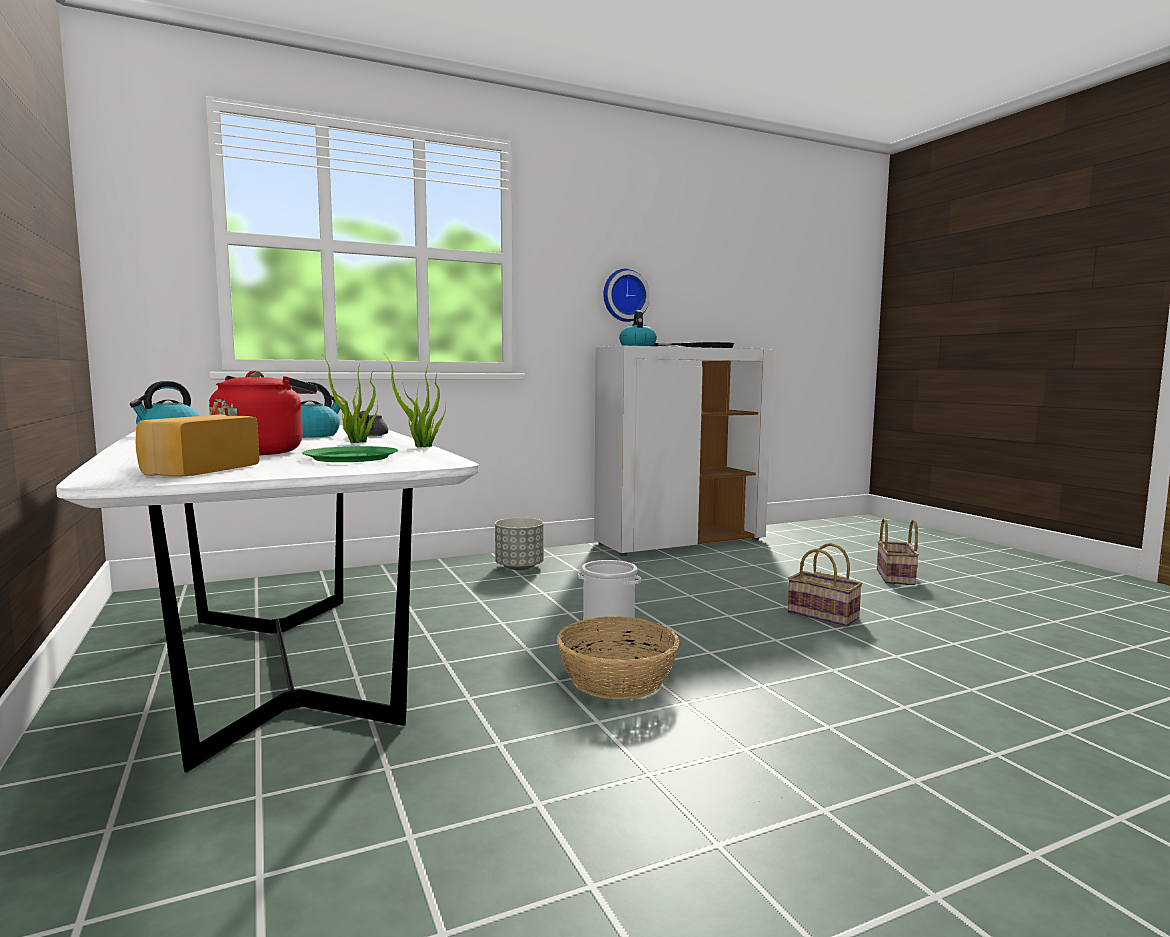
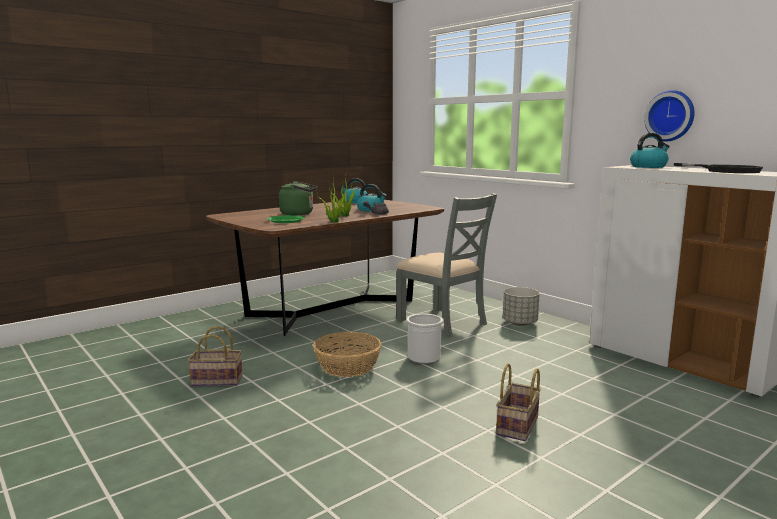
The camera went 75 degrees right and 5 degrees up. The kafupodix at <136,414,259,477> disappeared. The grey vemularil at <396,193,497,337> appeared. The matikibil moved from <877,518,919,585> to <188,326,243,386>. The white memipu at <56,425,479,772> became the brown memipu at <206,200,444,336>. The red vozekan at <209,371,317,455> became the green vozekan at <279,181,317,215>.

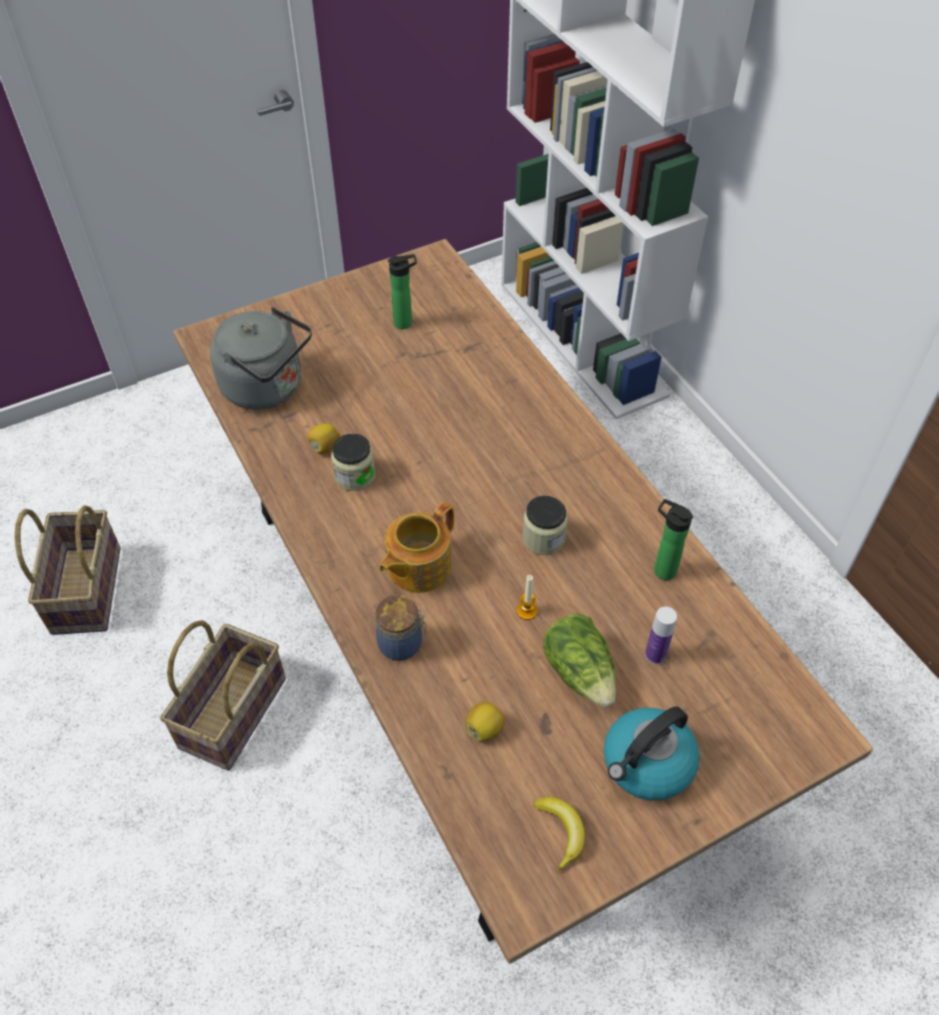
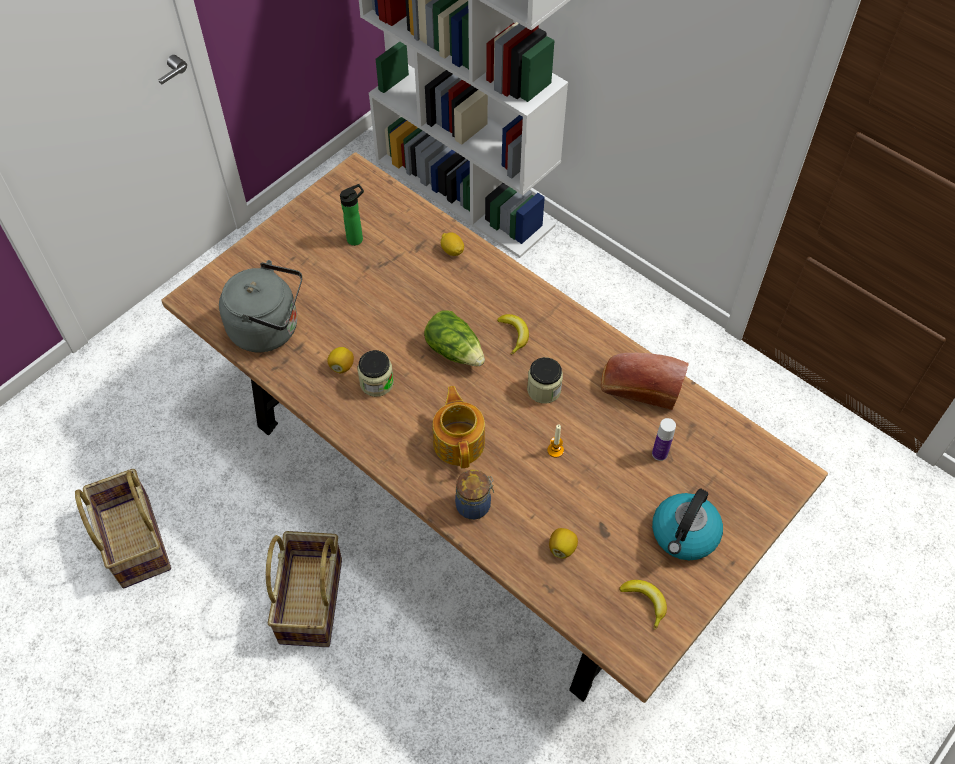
The camera went 20 degrees left and 5 degrees up. The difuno at <441,232,464,256> appeared. The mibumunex at <497,314,529,355> appeared. The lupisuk moved from <543,613,616,708> to <424,310,485,366>. The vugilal at <654,499,693,580> was replaced by the kafupodix at <601,353,689,410>. The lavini at <379,502,454,593> turned 150 degrees clockwise.

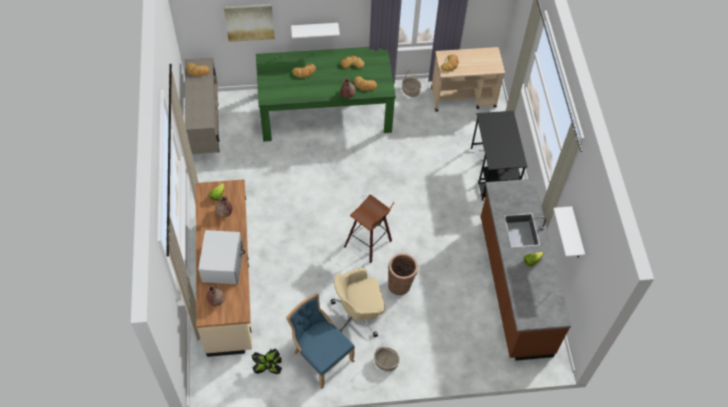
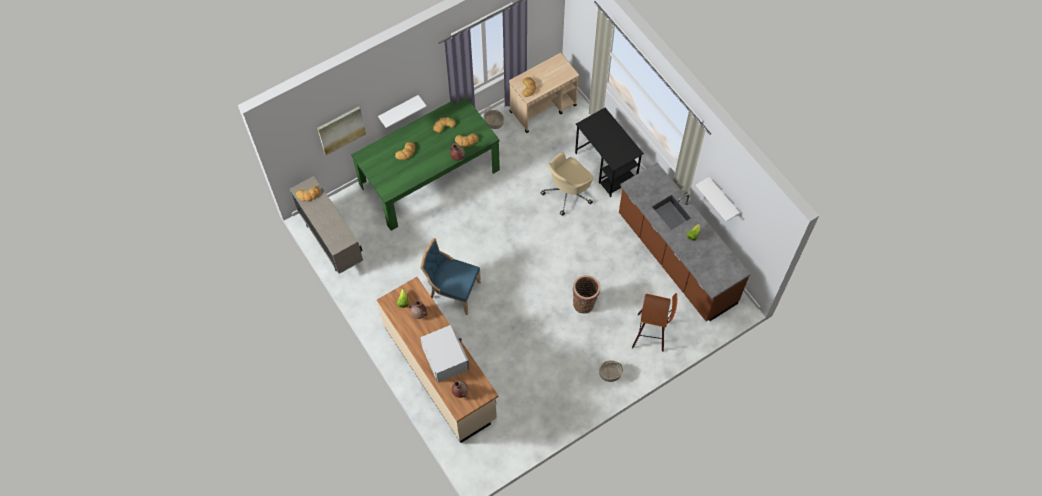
The camera went 25 degrees left and 5 degrees up. The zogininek at <252,349,282,374> disappeared. The blue vemularil moved from <286,293,355,389> to <420,238,481,315>. The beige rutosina moved from <330,268,385,337> to <541,152,593,216>. The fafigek moved from <344,194,394,264> to <632,293,677,352>.

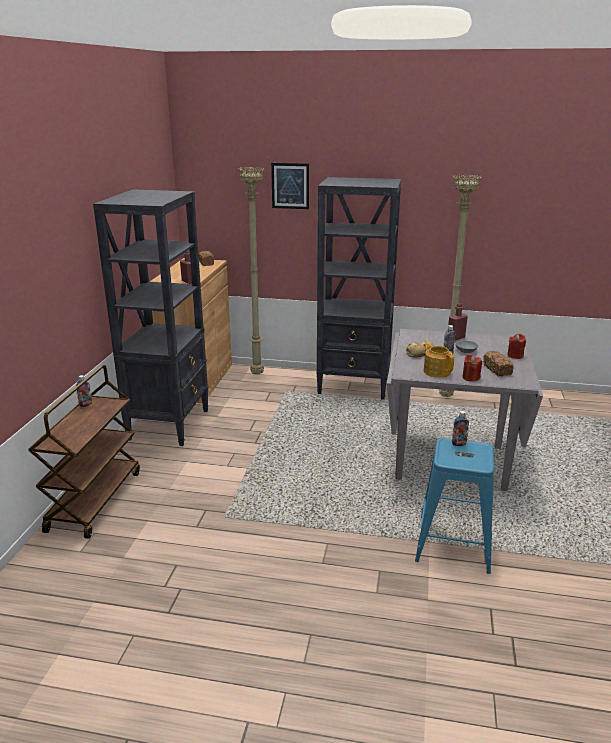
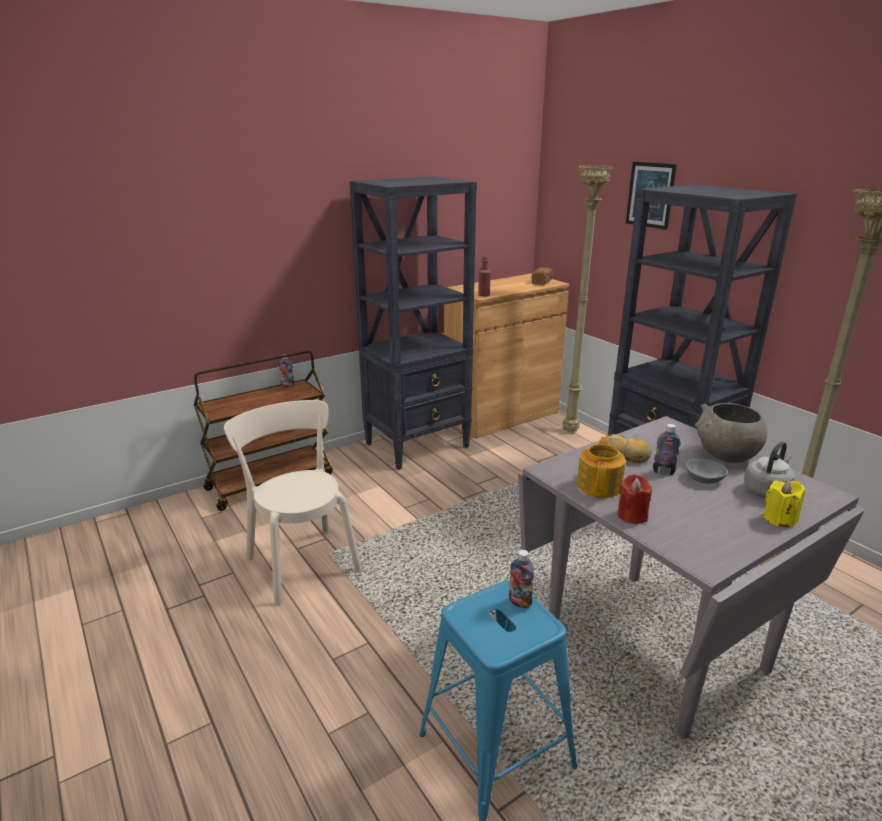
The camera went 45 degrees right and 0 degrees up. The kafupodix at <483,351,514,376> disappeared. The beige vemularil at <224,400,362,606> appeared. The grey vozekan at <744,441,796,498> appeared. The red vugilal at <448,303,468,341> was replaced by the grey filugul at <695,403,767,463>. The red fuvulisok at <507,334,526,359> became the yellow fuvulisok at <764,480,805,527>.

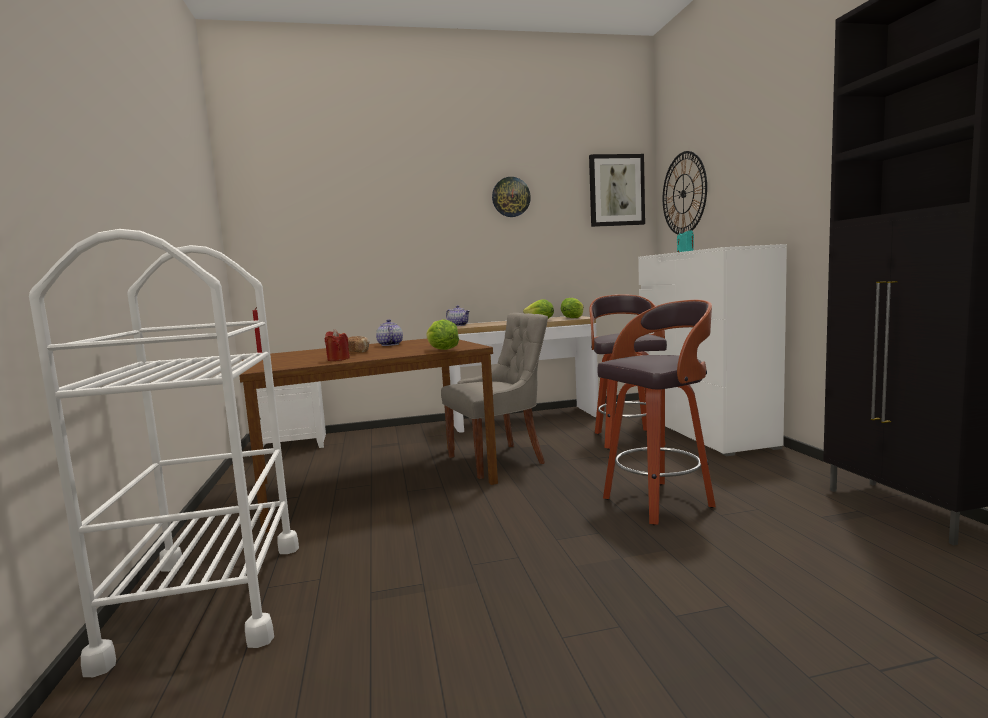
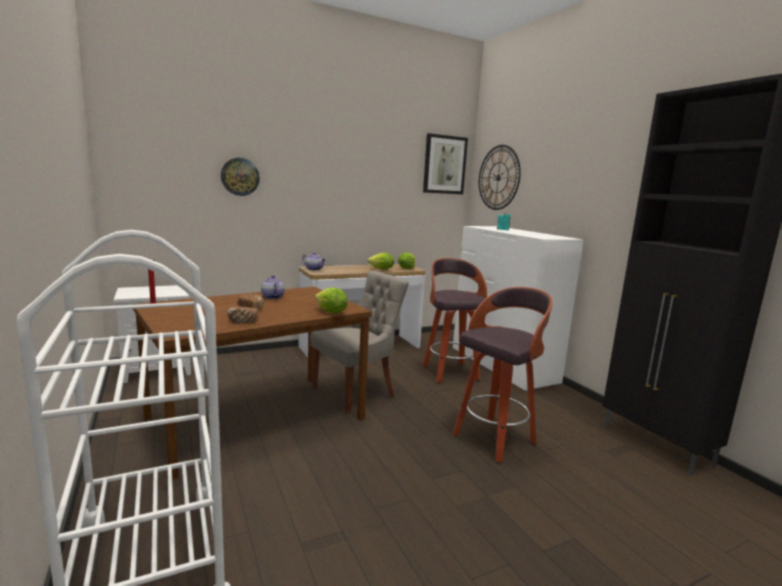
The camera went 15 degrees left and 5 degrees up. The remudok moved from <492,177,531,217> to <221,158,260,196>. The red fuvulisok at <325,329,350,361> was replaced by the kafupodix at <227,306,259,323>.

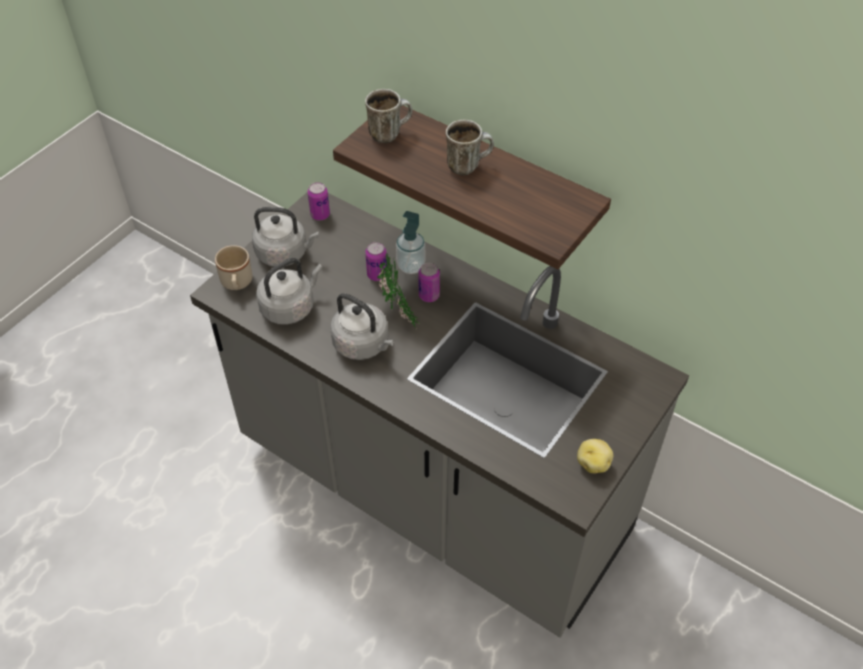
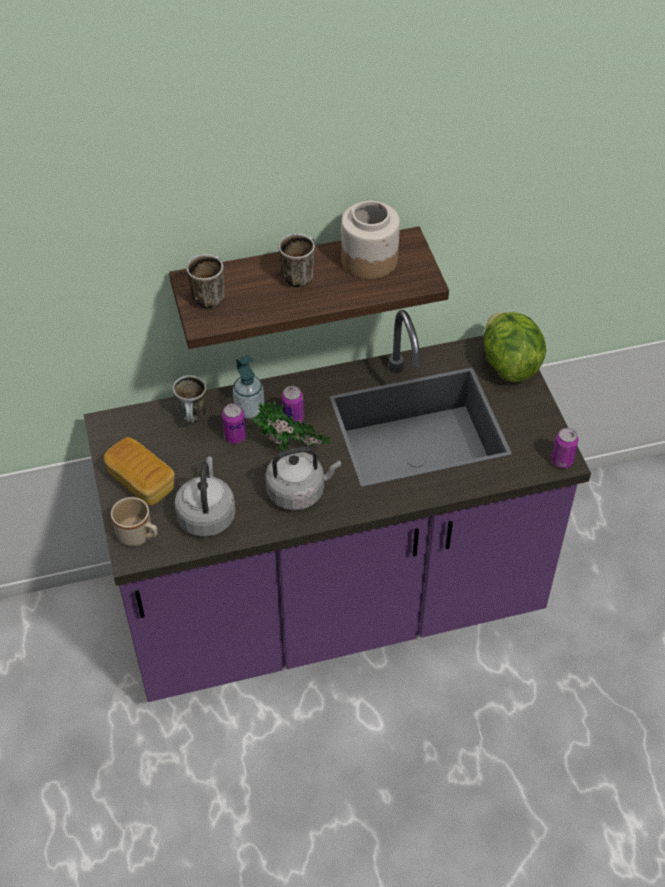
The camera went 50 degrees left and 0 degrees up. The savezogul at <577,439,613,473> disappeared. The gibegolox at <173,375,206,424> appeared. The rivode at <341,201,400,280> appeared. The lupisuk at <483,312,546,383> appeared. The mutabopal moved from <308,182,330,221> to <551,428,579,468>. The grey vozekan at <252,207,319,267> was replaced by the kafupodix at <104,437,175,506>. The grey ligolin at <190,192,689,638> became the purple ligolin at <83,310,591,702>.

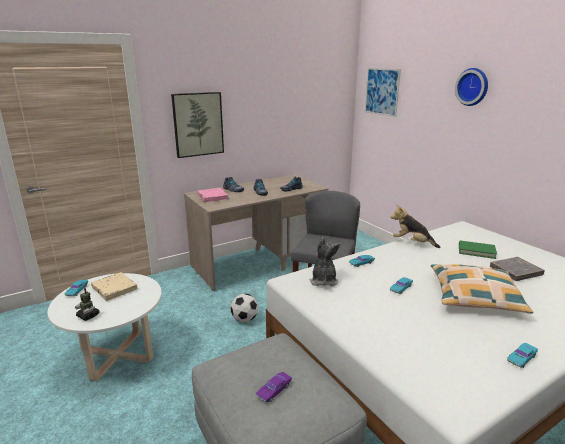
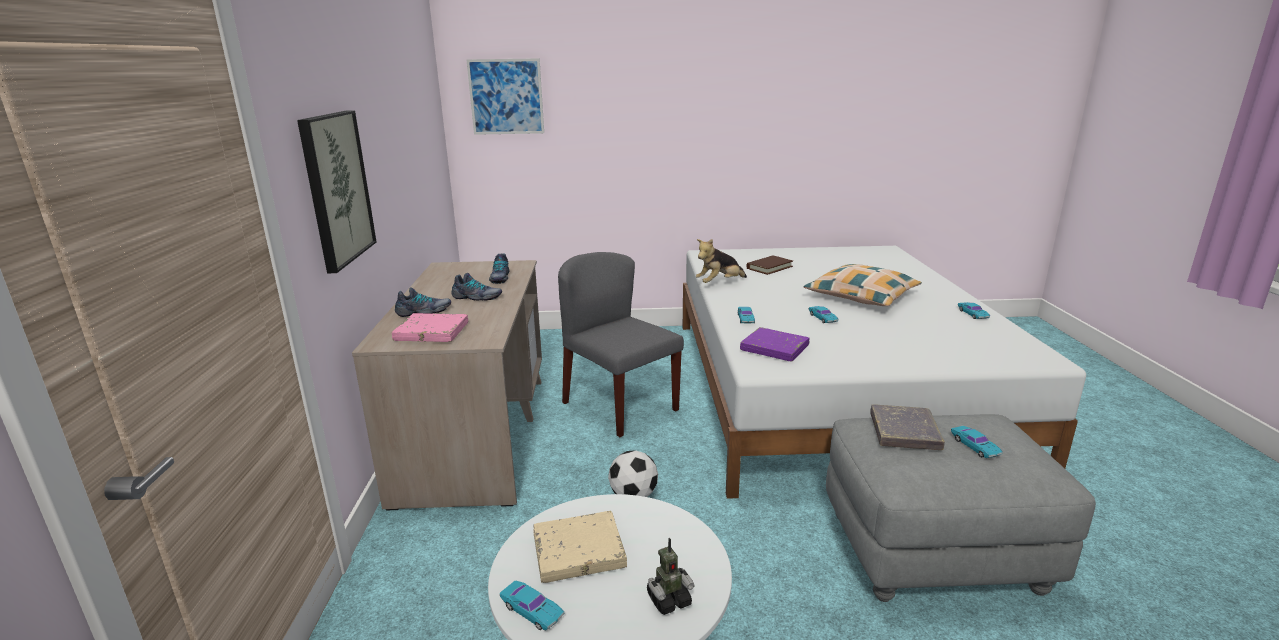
The camera went 60 degrees left and 0 degrees up. The remudok at <455,68,488,106> disappeared. The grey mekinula moved from <490,257,545,281> to <871,404,945,450>. The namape at <310,237,340,286> was replaced by the purple mekinula at <740,327,809,361>. The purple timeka at <256,372,292,402> became the turquoise timeka at <951,426,1003,458>. The green mekinula at <459,240,497,259> became the brown mekinula at <746,256,793,275>.

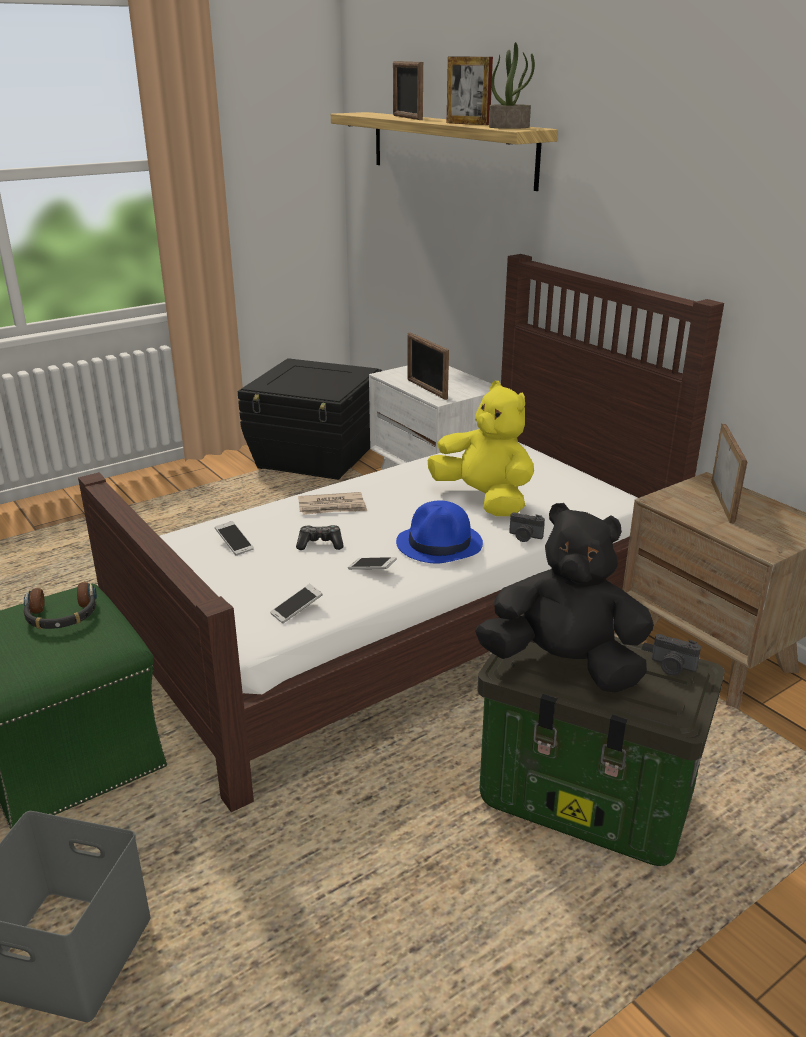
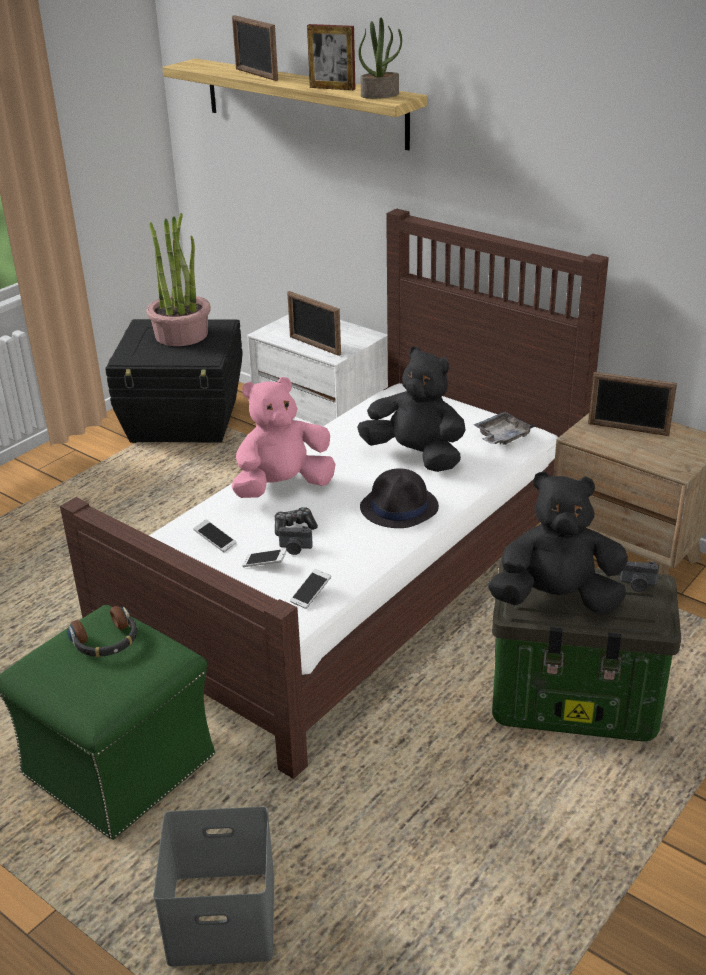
The camera went 15 degrees left and 5 degrees up. The zogininek at <146,213,211,346> appeared. The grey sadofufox at <474,412,535,445> appeared. The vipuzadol moved from <348,557,397,569> to <242,549,287,567>. The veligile moved from <509,512,545,542> to <278,526,313,555>. The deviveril at <298,492,367,515> was replaced by the pink namape at <231,377,336,498>. The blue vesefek at <396,501,483,563> became the black vesefek at <360,468,439,528>. The yellow namape at <428,381,534,516> became the black namape at <357,346,466,472>. The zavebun at <711,423,747,523> turned 120 degrees clockwise.

